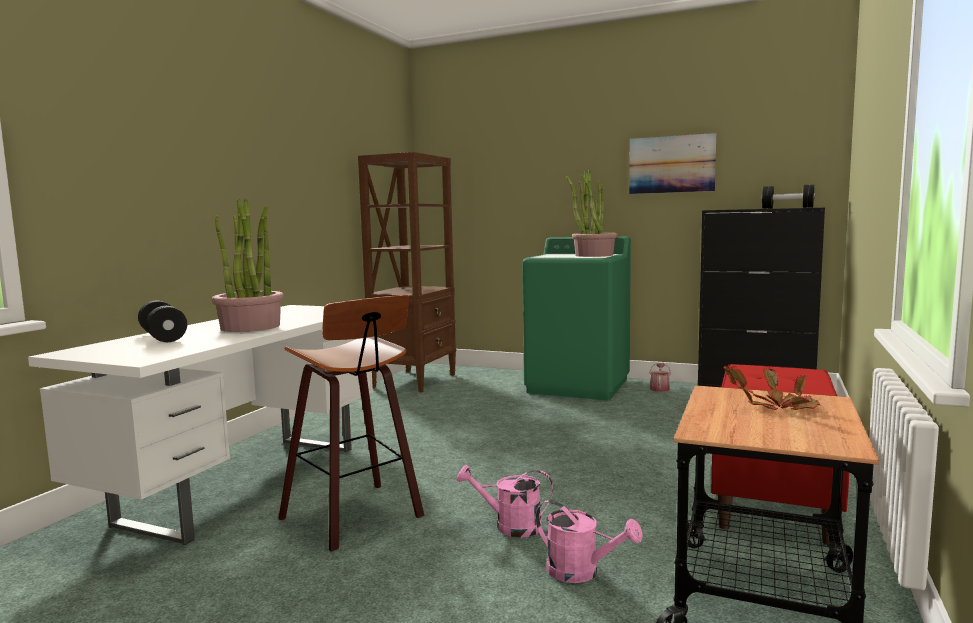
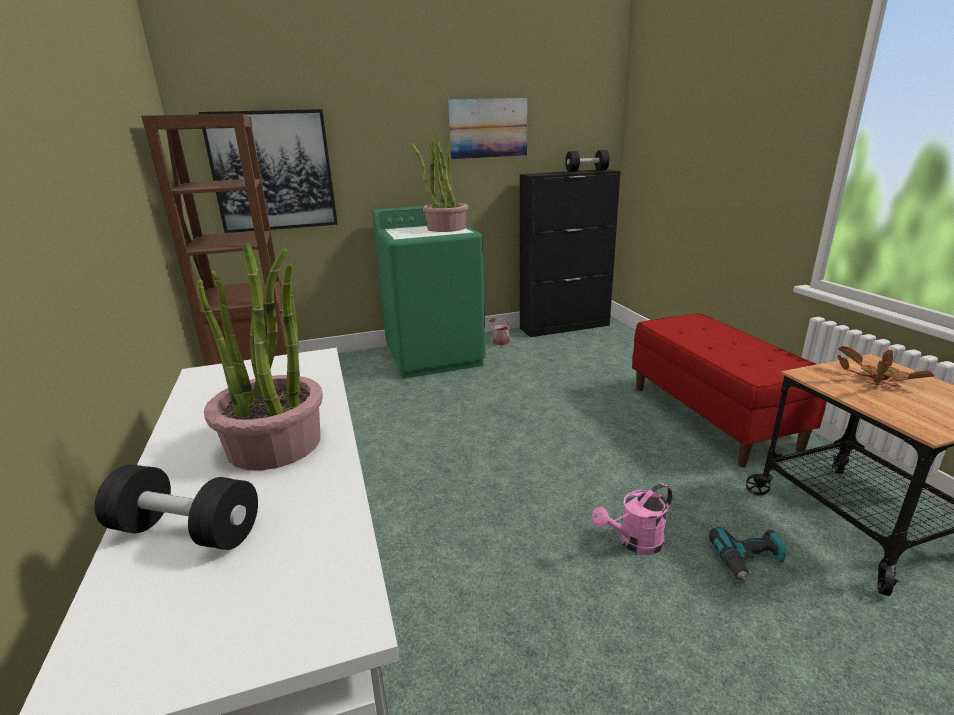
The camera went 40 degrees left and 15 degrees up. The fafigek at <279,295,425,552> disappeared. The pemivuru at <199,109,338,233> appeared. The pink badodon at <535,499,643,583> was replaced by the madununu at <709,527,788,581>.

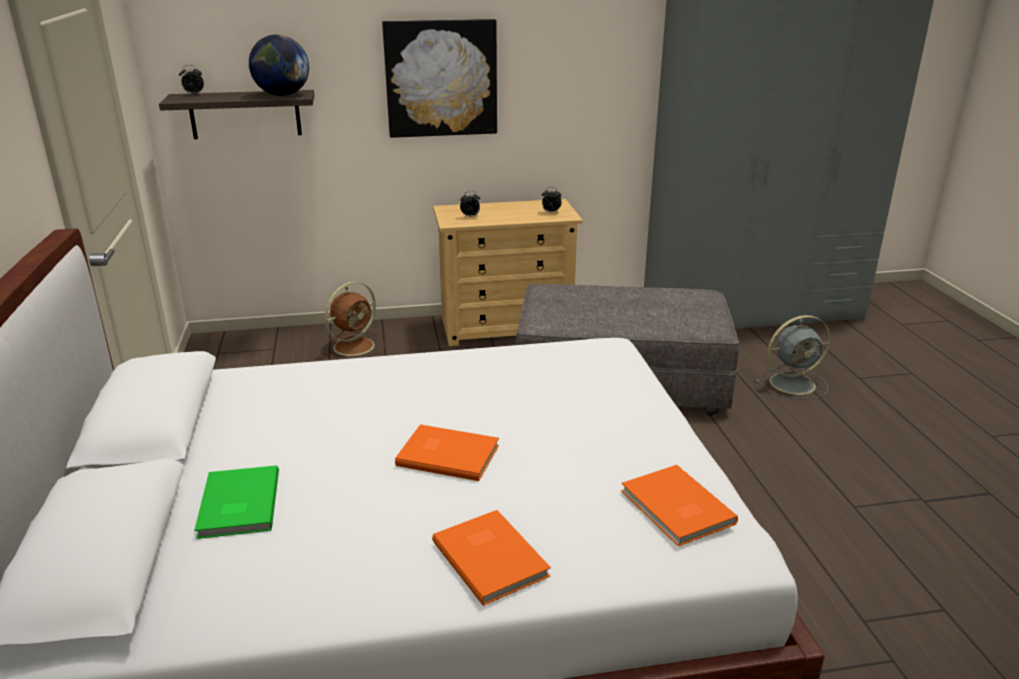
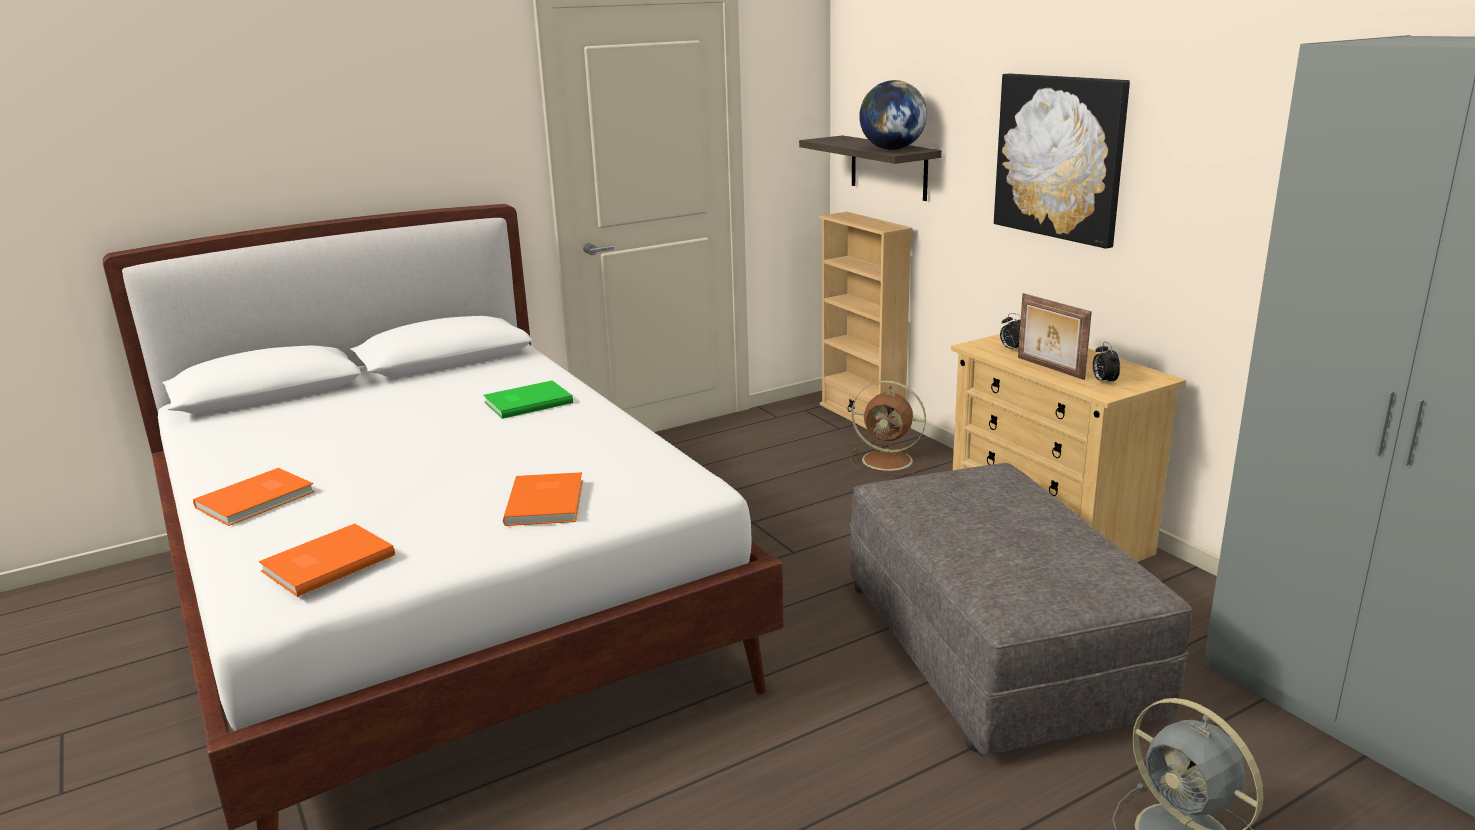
The camera went 70 degrees right and 5 degrees down. The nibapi at <179,65,204,95> disappeared. The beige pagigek at <820,212,913,429> appeared. The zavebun at <1018,293,1092,380> appeared. The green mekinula moved from <194,465,279,539> to <483,380,573,419>. The orange mekinula moved from <395,424,499,481> to <503,472,583,526>.

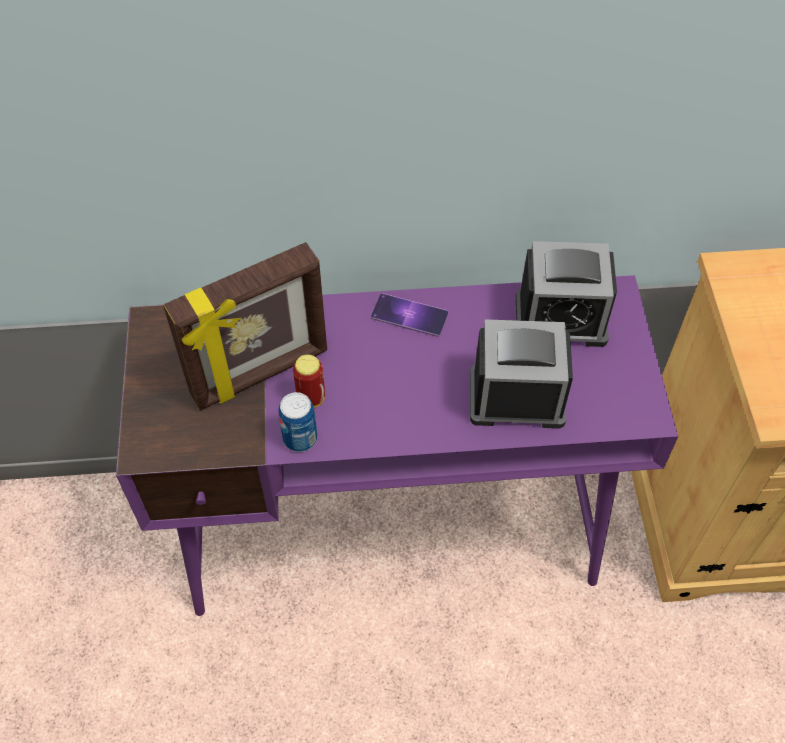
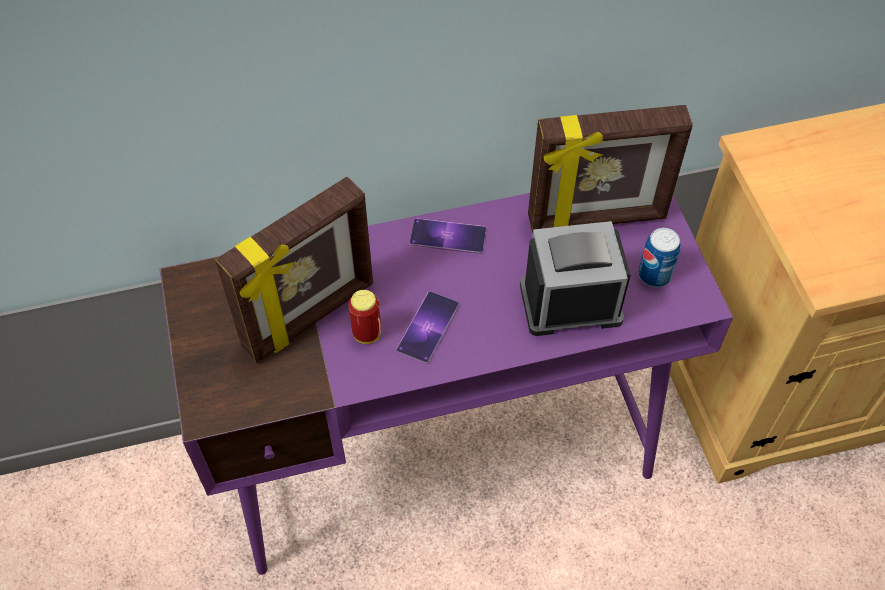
The camera went 10 degrees left and 0 degrees up. The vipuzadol at <397,292,459,364> appeared. The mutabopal moved from <279,392,317,452> to <638,228,681,287>. The nibapi at <516,241,617,347> was replaced by the zavebun at <528,105,693,233>.

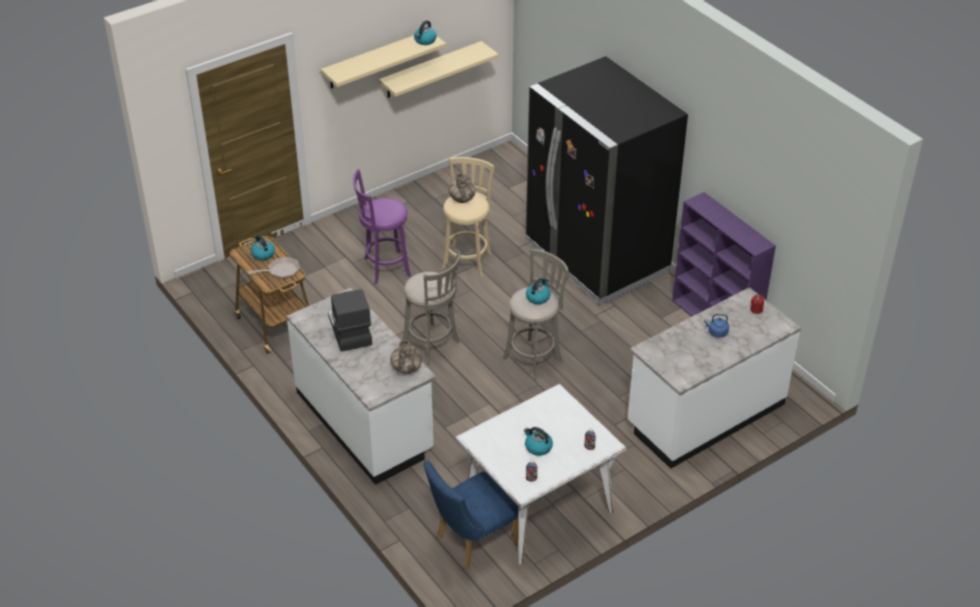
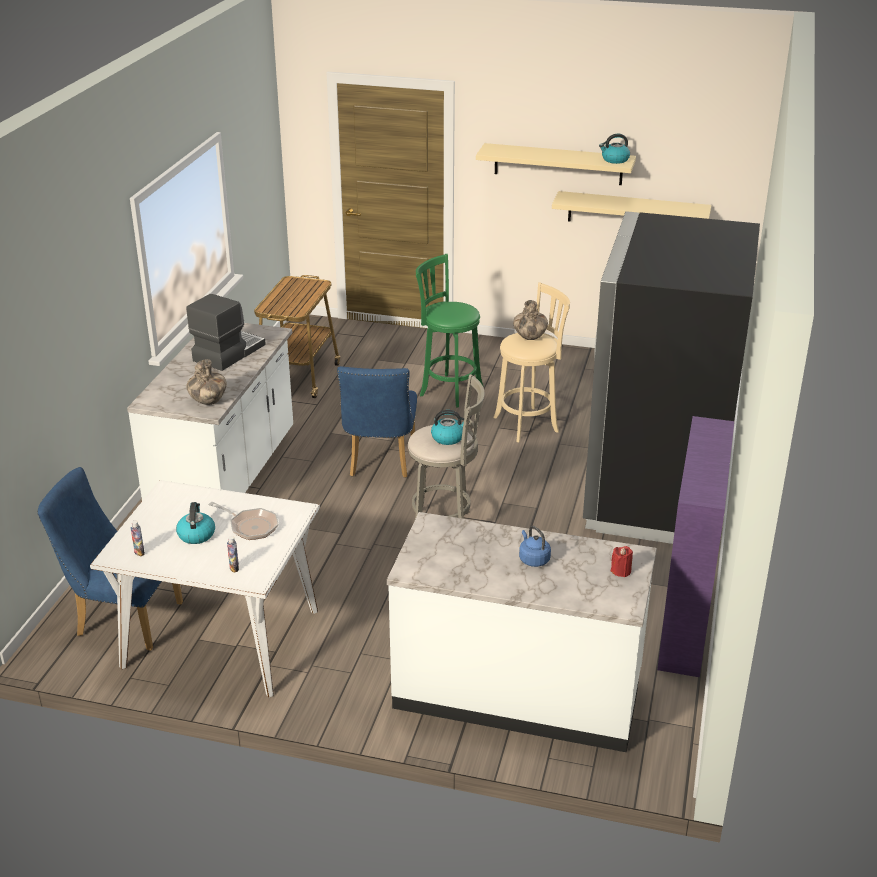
The camera went 50 degrees right and 10 degrees down. The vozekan at <251,235,275,261> disappeared. The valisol moved from <248,257,300,279> to <208,502,279,540>. The grey fafigek at <403,251,461,364> was replaced by the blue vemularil at <337,366,417,478>. The purple fafigek at <353,169,411,284> became the green fafigek at <416,254,483,408>.

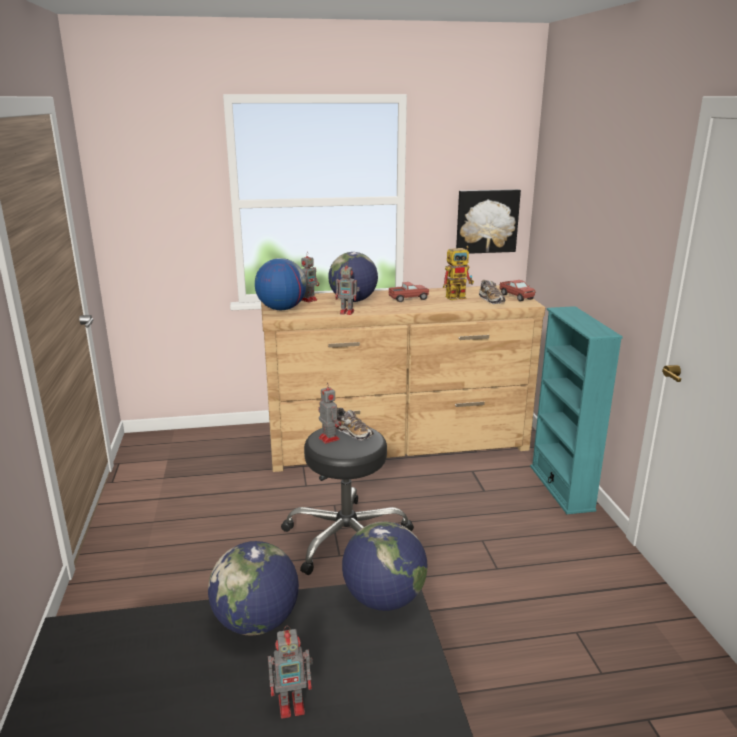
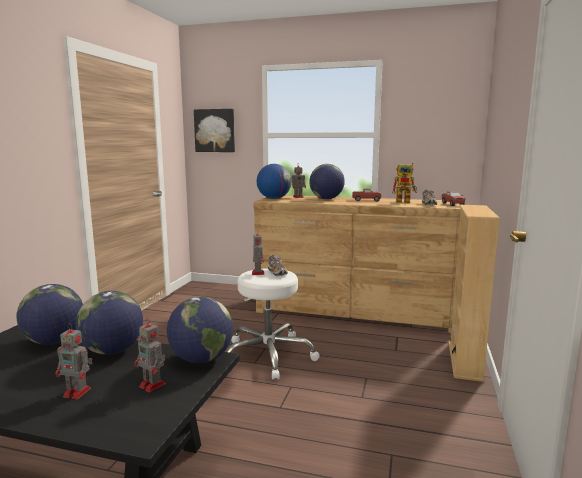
The camera went 25 degrees right and 10 degrees down. The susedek at <17,284,83,345> appeared. The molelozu moved from <336,261,360,315> to <135,319,166,392>. The pemivuru moved from <456,189,521,254> to <194,109,235,152>. The black fafigek at <281,428,414,575> became the white fafigek at <226,268,320,380>. The turquoise pagigek at <530,306,623,514> became the beige pagigek at <449,205,500,382>.

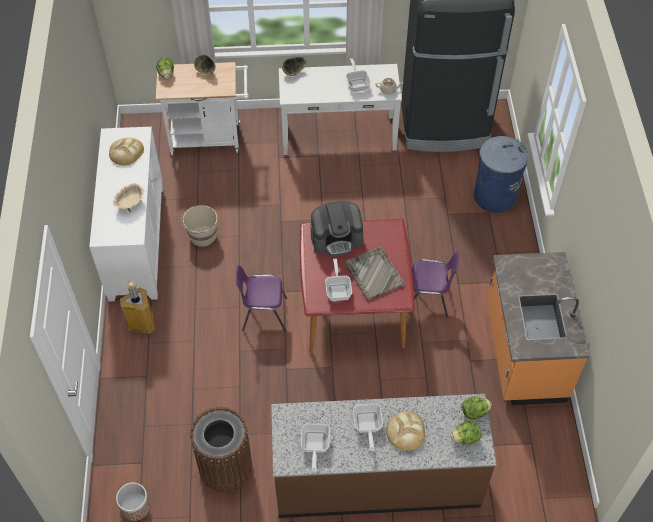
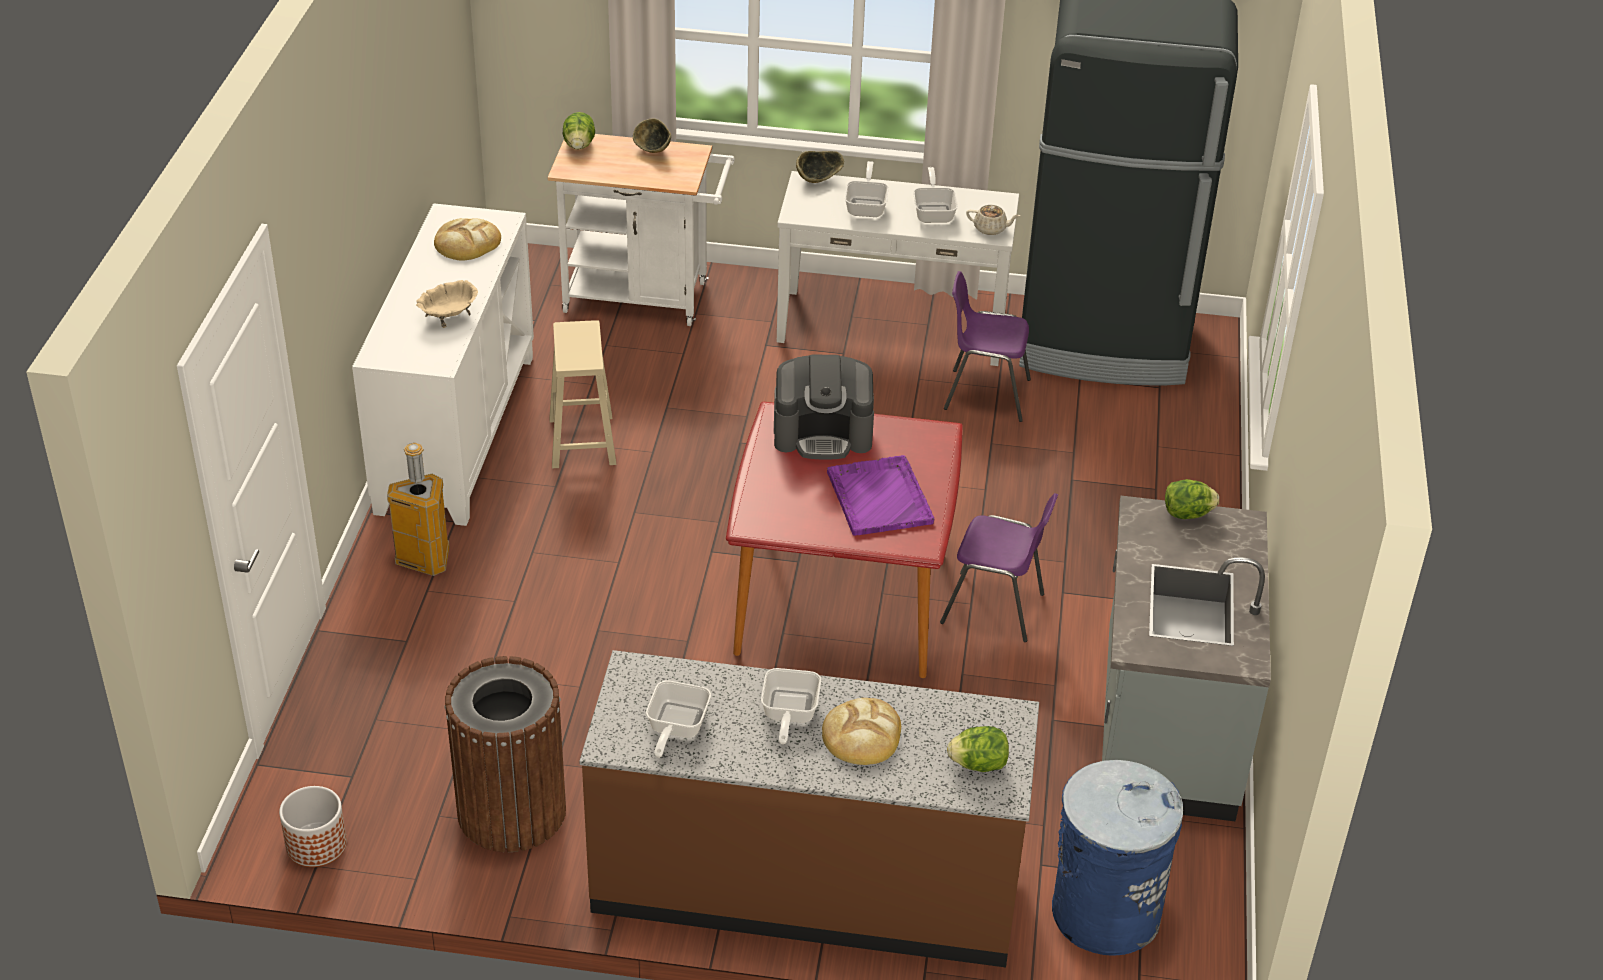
The camera went 10 degrees right and 15 degrees down. The purple vemularil moved from <236,265,287,332> to <944,271,1031,422>. The valisol moved from <325,258,352,301> to <845,161,889,217>. The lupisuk moved from <462,397,492,420> to <1165,479,1219,519>. The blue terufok moved from <474,136,528,213> to <1052,760,1183,955>. The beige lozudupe at <181,205,218,247> was replaced by the beige fafigek at <549,320,616,468>. The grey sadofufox at <345,247,405,301> became the purple sadofufox at <827,455,934,536>. The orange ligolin at <487,252,589,405> became the grey ligolin at <1102,495,1271,821>.

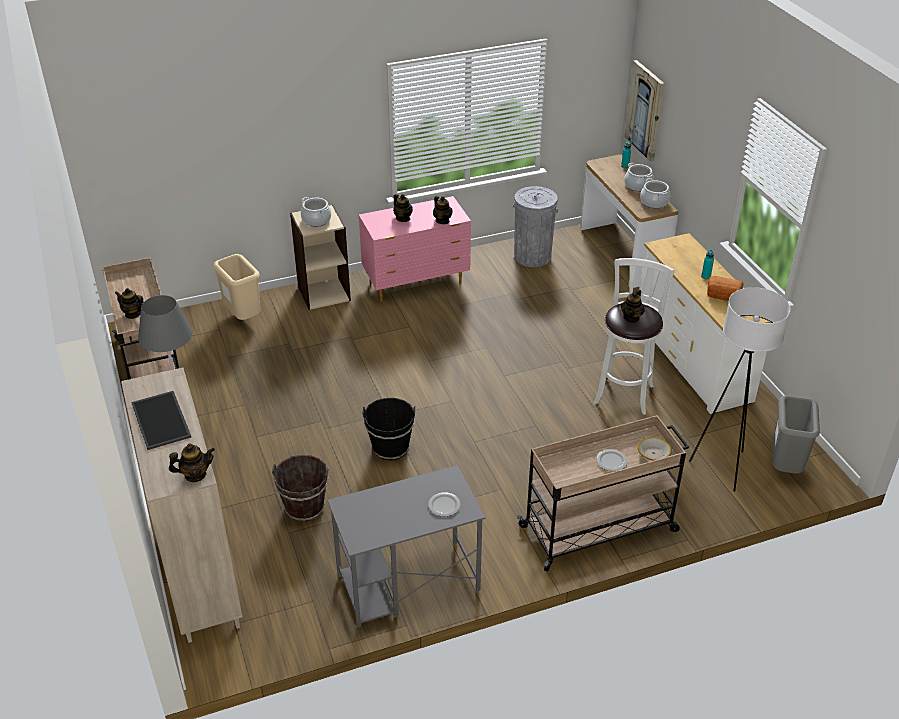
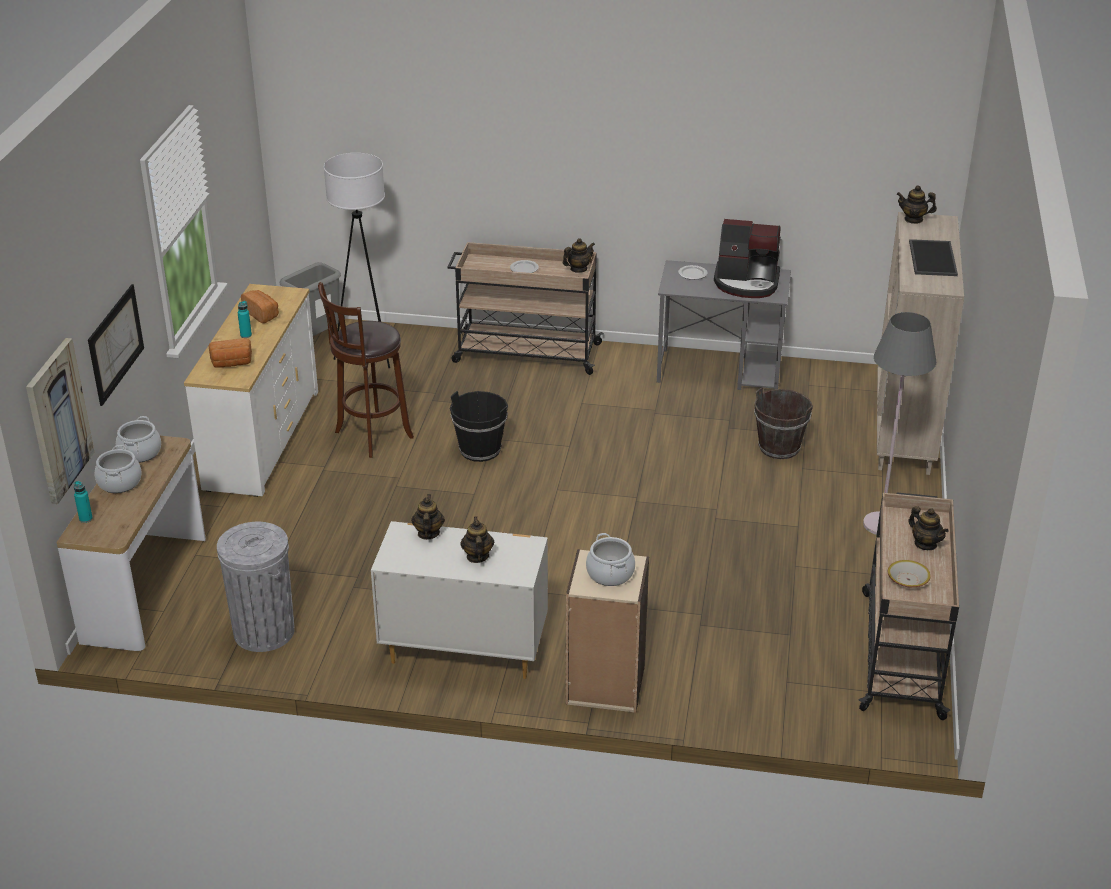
The camera went 150 degrees left and 5 degrees down. The beige terufok at <213,254,261,320> disappeared. The pemivuru at <88,284,144,406> appeared. The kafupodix at <208,338,252,368> appeared. The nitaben at <714,219,781,298> appeared. The black lozudupe moved from <363,398,415,460> to <450,391,508,462>. The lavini moved from <621,289,644,323> to <563,238,595,273>. The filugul moved from <638,437,672,461> to <888,560,931,587>. The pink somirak at <359,196,471,302> became the white somirak at <371,521,548,679>. The white fafigek at <594,258,674,415> became the brown fafigek at <318,282,414,458>.

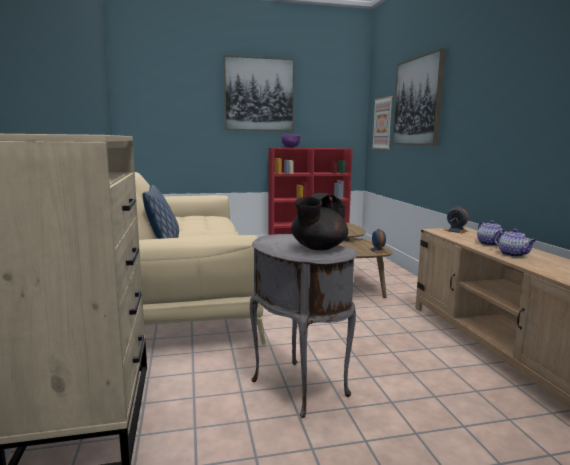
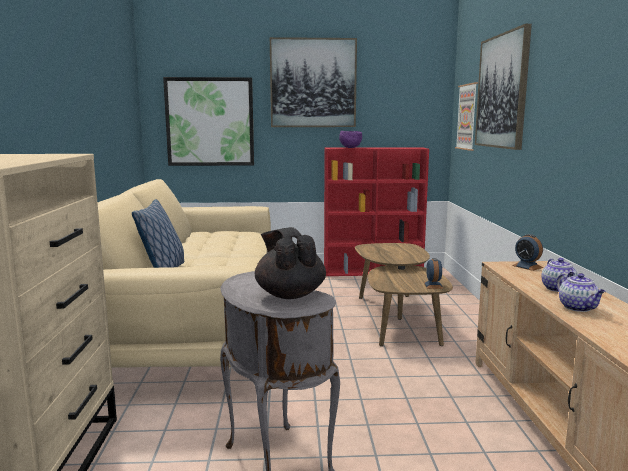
The camera went 10 degrees right and 0 degrees up. The pemivuru at <163,77,254,166> appeared. The black lavini at <291,193,348,250> turned 105 degrees clockwise.

